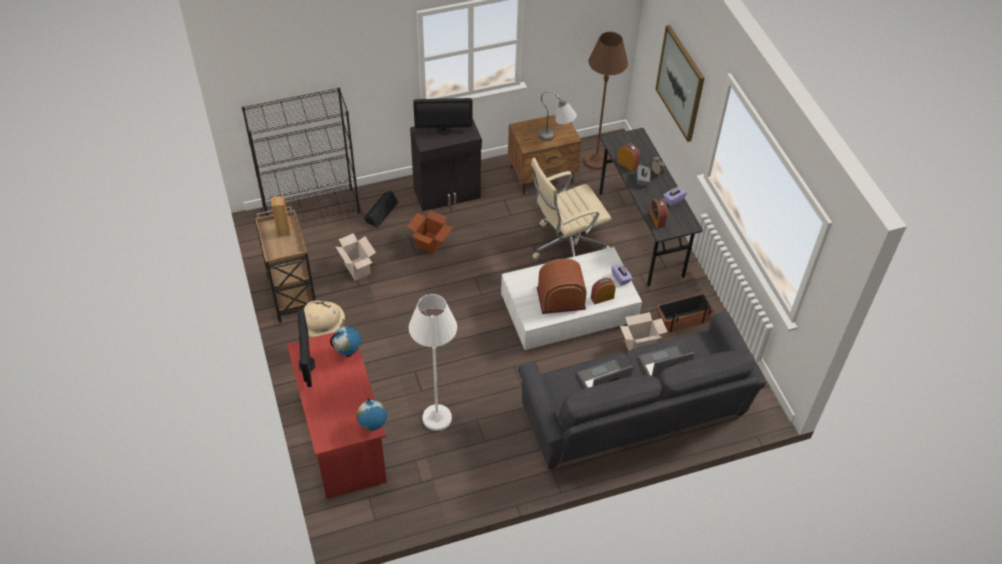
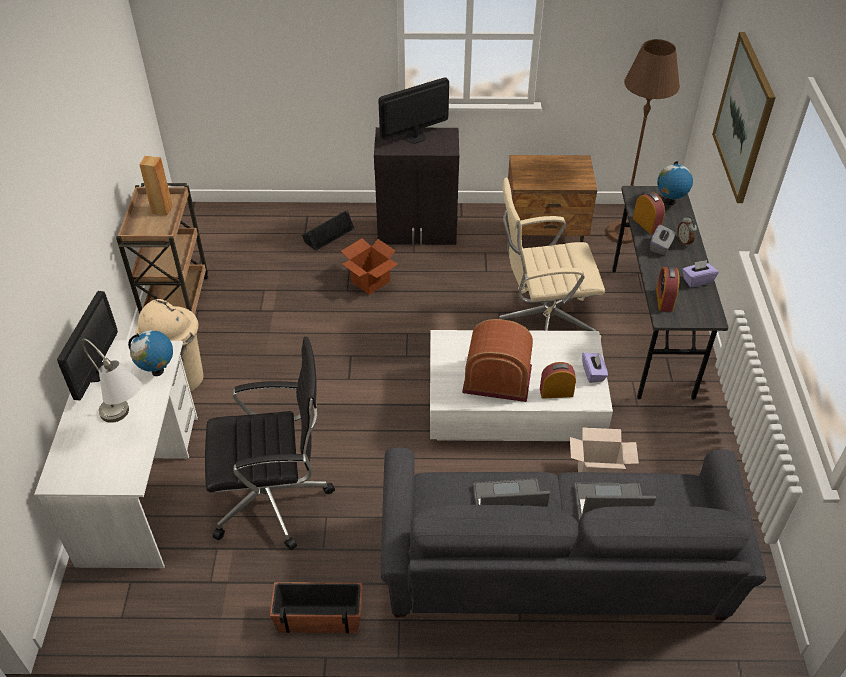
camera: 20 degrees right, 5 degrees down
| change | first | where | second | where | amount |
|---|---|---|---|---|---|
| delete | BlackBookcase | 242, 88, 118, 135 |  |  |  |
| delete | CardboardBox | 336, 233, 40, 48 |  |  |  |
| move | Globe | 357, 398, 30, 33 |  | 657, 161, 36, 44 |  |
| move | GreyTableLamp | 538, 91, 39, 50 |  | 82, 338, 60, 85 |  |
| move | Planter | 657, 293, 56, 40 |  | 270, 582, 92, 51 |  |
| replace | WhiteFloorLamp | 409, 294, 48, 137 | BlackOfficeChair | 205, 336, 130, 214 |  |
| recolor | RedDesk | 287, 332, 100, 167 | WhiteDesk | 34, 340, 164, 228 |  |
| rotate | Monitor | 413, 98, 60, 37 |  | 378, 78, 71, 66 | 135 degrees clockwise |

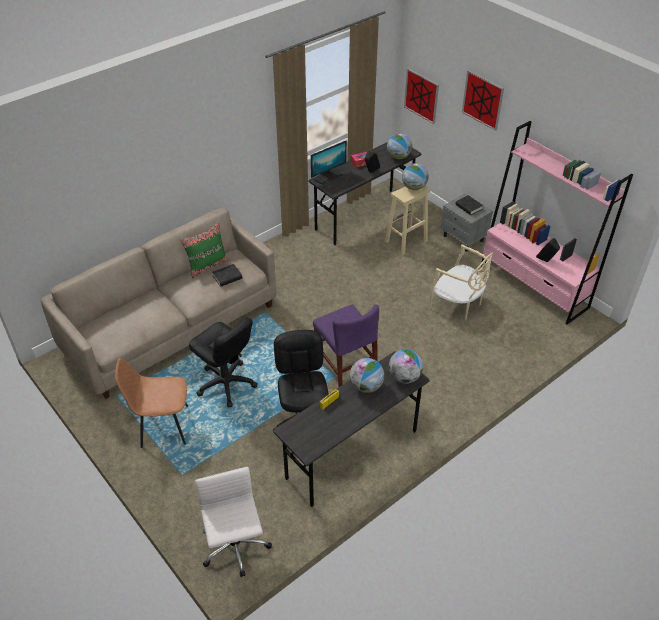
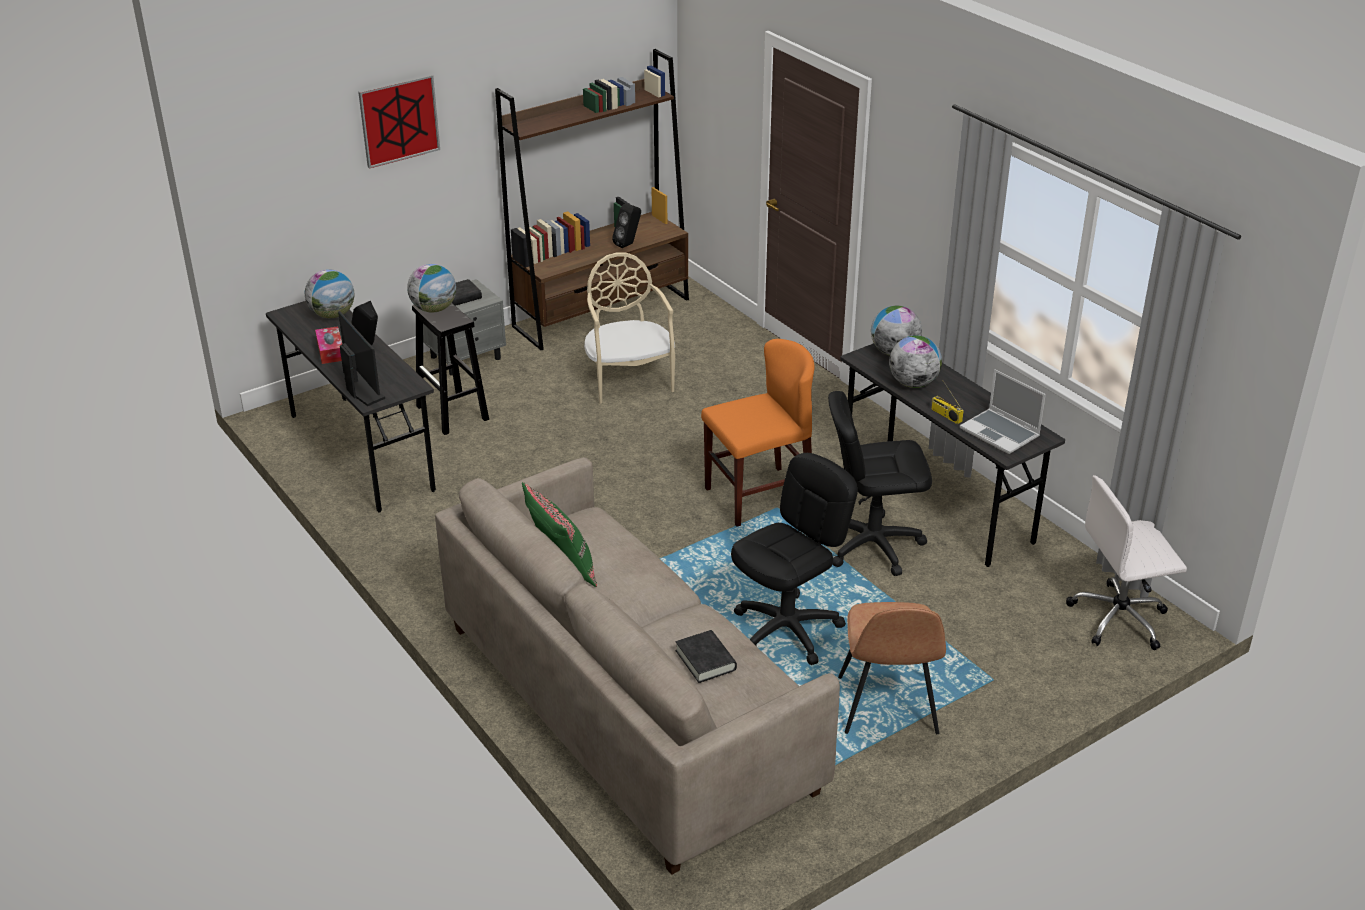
camera: 85 degrees left, 10 degrees down
| change | first | where | second | where | amount |
|---|---|---|---|---|---|
| delete | Picture | 404, 68, 35, 56 |  |  |  |
| insert |  |  | Laptop | 960, 369, 86, 85 |  |
| move | BlackBook | 212, 264, 31, 23 |  | 675, 630, 62, 53 |  |
| recolor | PurpleChair | 313, 304, 66, 83 | OrangeChair | 701, 339, 113, 188 |  |
| recolor | BeigeStool | 385, 186, 45, 69 | BlackStool | 412, 303, 77, 132 |  |
| recolor | PinkBookcase | 481, 121, 152, 204 | BrownBookcase | 495, 49, 194, 301 |  |
| rotate | BeigeChair | 429, 245, 64, 76 |  | 584, 253, 91, 151 | 60 degrees counterclockwise |

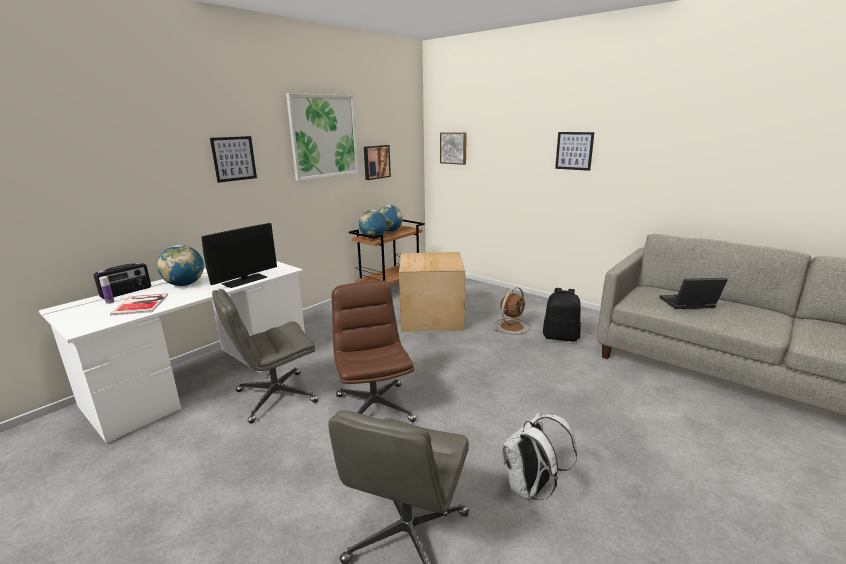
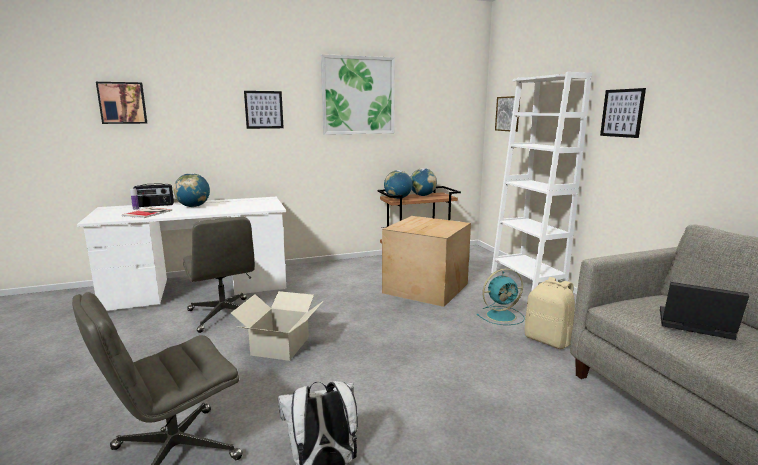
camera: 30 degrees right, 5 degrees down
| change | first | where | second | where | amount |
|---|---|---|---|---|---|
| delete | Monitor | 201, 223, 76, 65 |  |  |  |
| insert |  |  | WhiteBookcase | 491, 72, 101, 219 |  |
| move | Picture | 364, 145, 27, 35 |  | 96, 82, 51, 42 |  |
| replace | BrownOfficeChair | 332, 280, 84, 142 | CardboardBox | 231, 291, 92, 70 |  |
| recolor | BrownFan | 495, 287, 36, 48 | TurquoiseFan | 477, 268, 48, 57 |  |
| recolor | BlackBackpack | 543, 288, 38, 54 | BeigeBackpack | 525, 277, 50, 72 |  |
| rotate | GreyOfficeChair | 212, 289, 106, 135 |  | 183, 217, 72, 116 | 120 degrees counterclockwise |

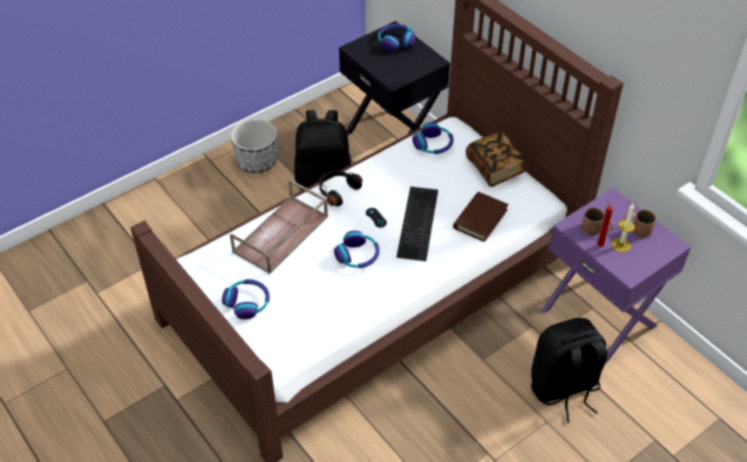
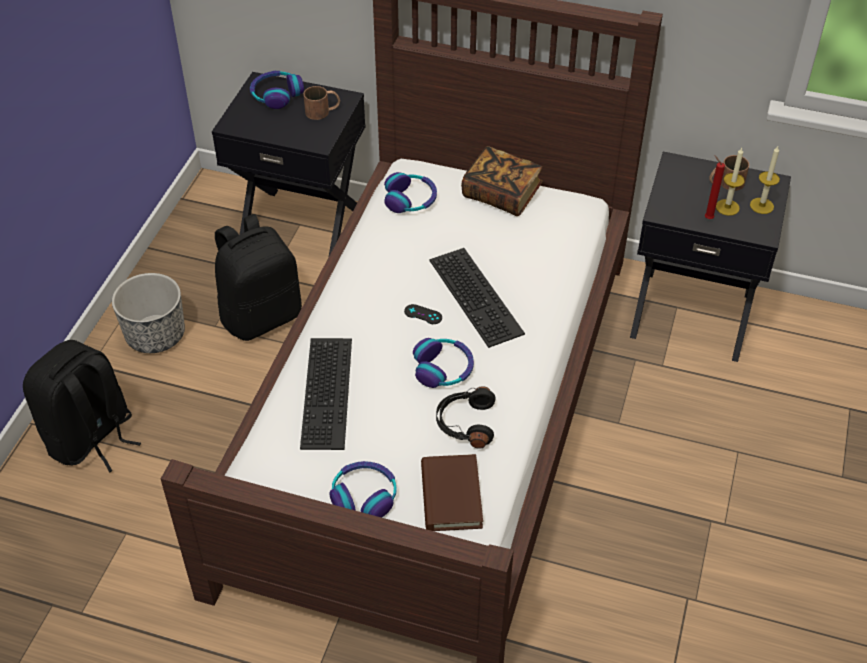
camera: 35 degrees left, 0 degrees up
| change | first | where | second | where | amount |
|---|---|---|---|---|---|
| insert |  |  | Candle | 750, 146, 30, 68 |  |
| move | BlackHeadphones | 319, 171, 44, 36 |  | 436, 386, 60, 63 |  |
| move | BrownBook | 453, 192, 55, 50 |  | 421, 454, 62, 77 |  |
| move | BlackBackpack | 531, 318, 76, 105 |  | 23, 340, 118, 132 |  |
| move | BrownMug | 581, 207, 32, 29 |  | 303, 86, 37, 34 |  |
| replace | BrownTray | 230, 180, 98, 94 | Keyboard | 300, 338, 52, 112 |  |
| recolor | PurpleNightstand | 541, 188, 150, 175 | BlackNightstand | 630, 152, 161, 210 |  |

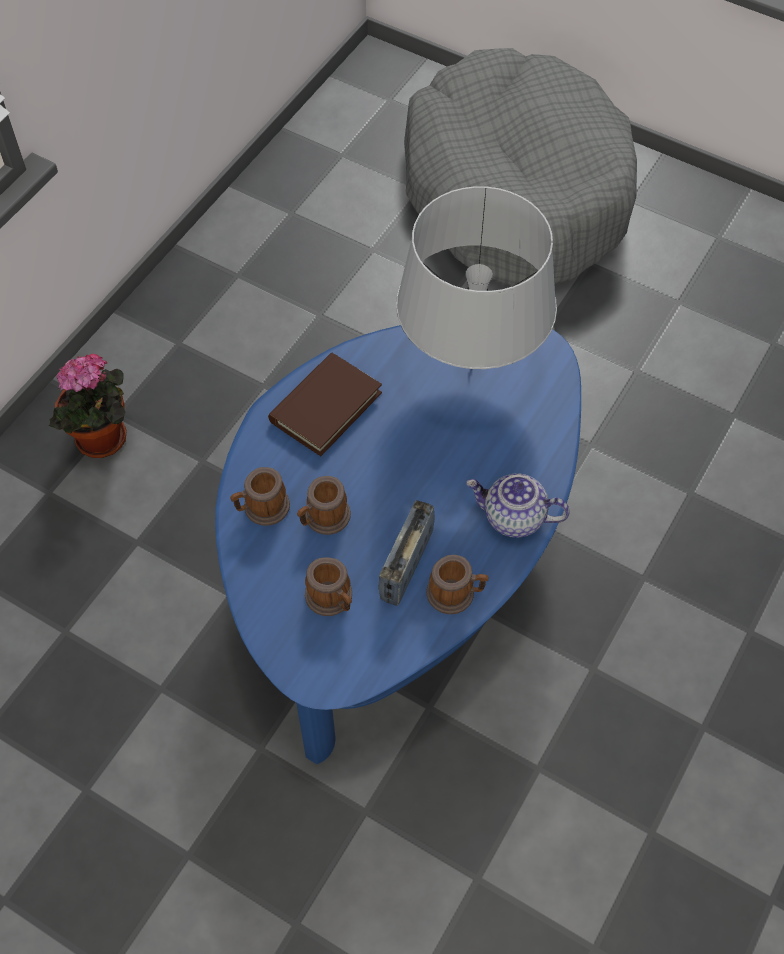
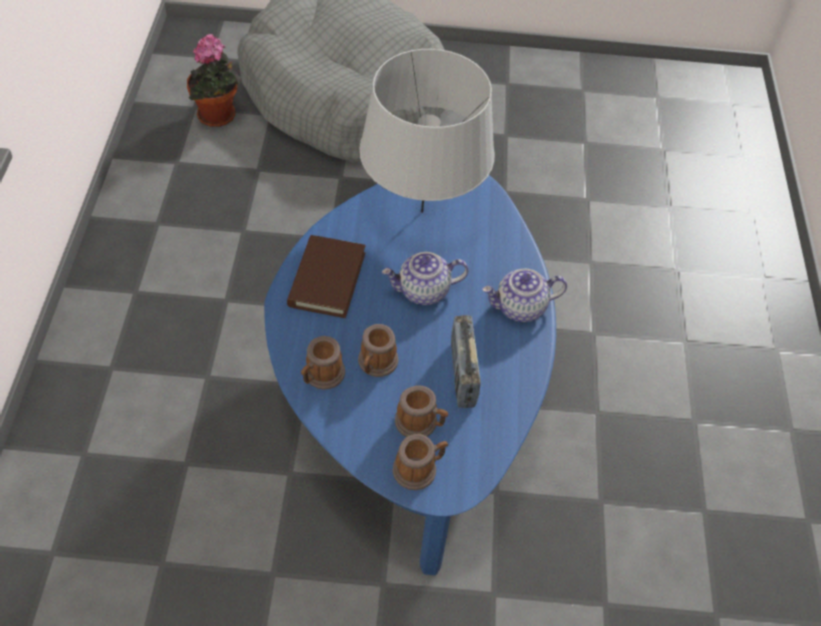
camera: 30 degrees left, 5 degrees down
| change | first | where | second | where | amount |
|---|---|---|---|---|---|
| insert |  |  | Teapot | 382, 252, 87, 53 |  |
| move | PottedPlant | 48, 354, 79, 104 |  | 187, 34, 55, 93 |  |
| move | Mug | 427, 555, 61, 59 |  | 393, 434, 55, 56 |  |

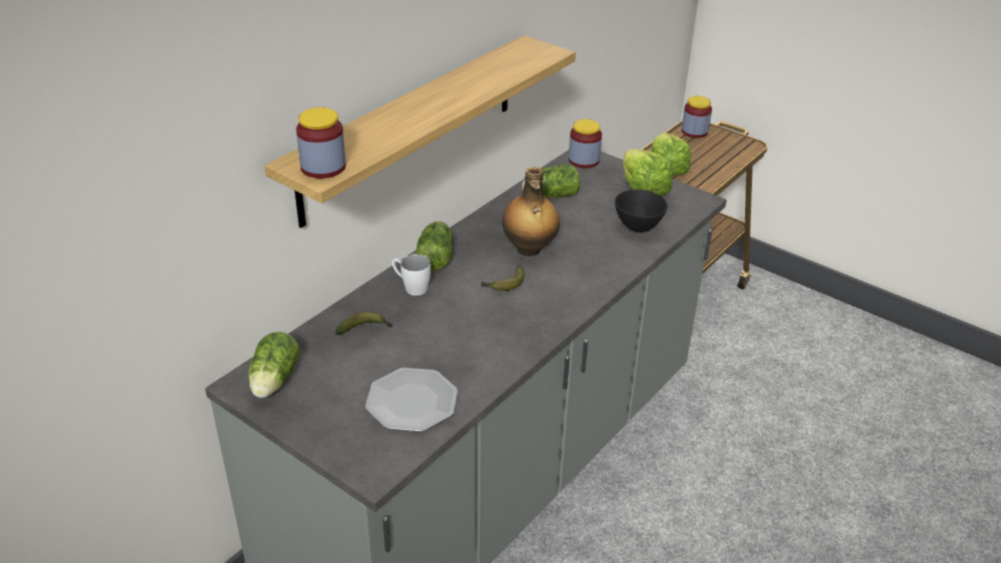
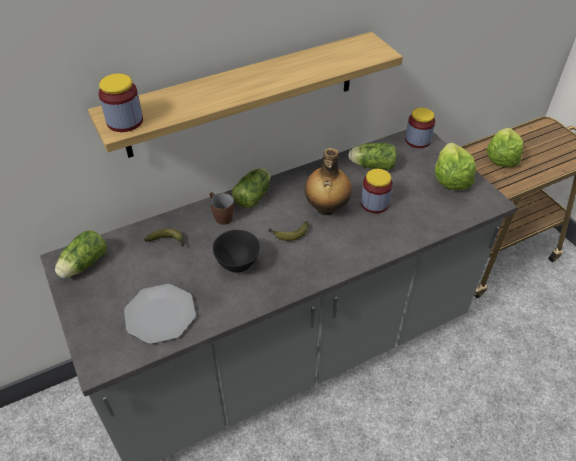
camera: 25 degrees right, 10 degrees up
| change | first | where | second | where | amount |
|---|---|---|---|---|---|
| move | BlackBowl | 615, 189, 52, 43 |  | 213, 230, 47, 43 |  |
| move | Jar | 681, 96, 31, 42 |  | 361, 169, 32, 44 |  |
| recolor | WhiteMug | 392, 254, 39, 42 | BrownMug | 210, 192, 24, 33 |  |

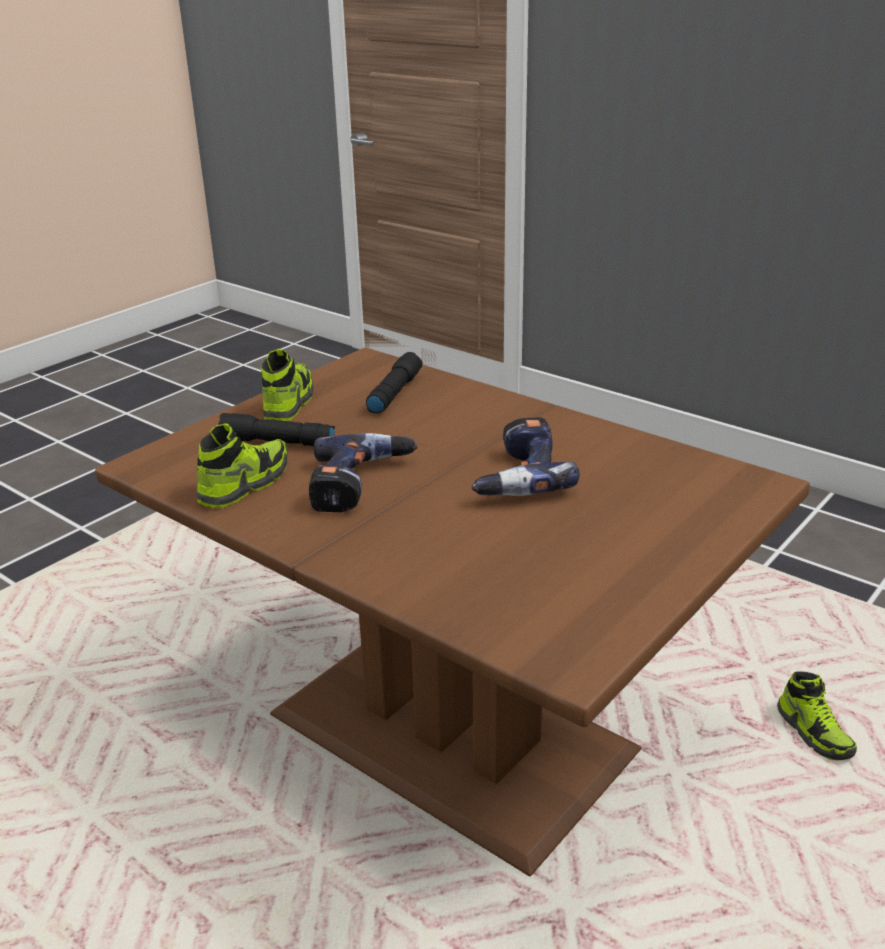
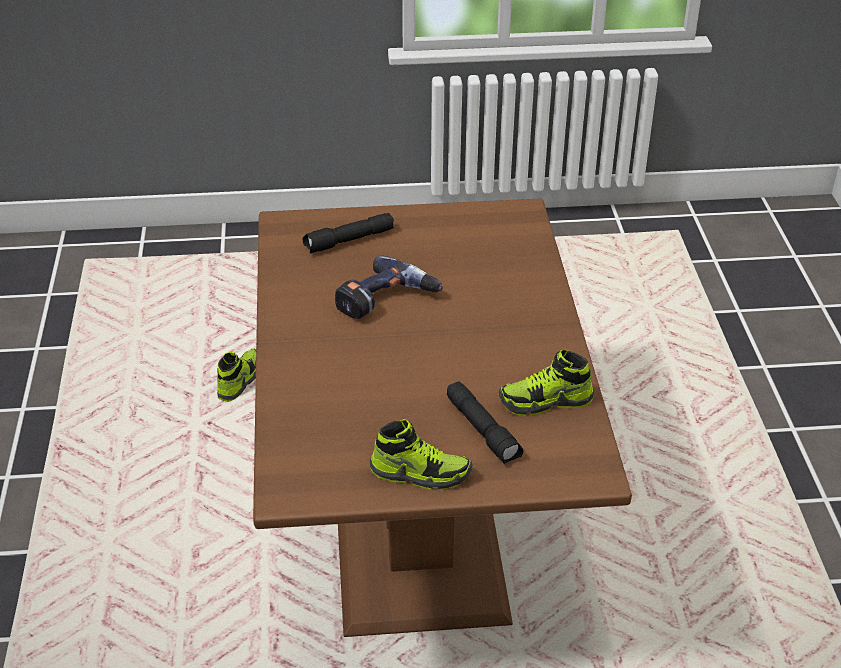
camera: 135 degrees left, 10 degrees up
| change | first | where | second | where | amount |
|---|---|---|---|---|---|
| delete | PowerDrill | 309, 433, 108, 79 |  |  |  |
| move | BlackFlashlight | 366, 352, 57, 61 |  | 303, 213, 91, 40 |  |
| rotate | Shoe | 261, 349, 52, 72 |  | 370, 419, 102, 71 | 135 degrees counterclockwise |

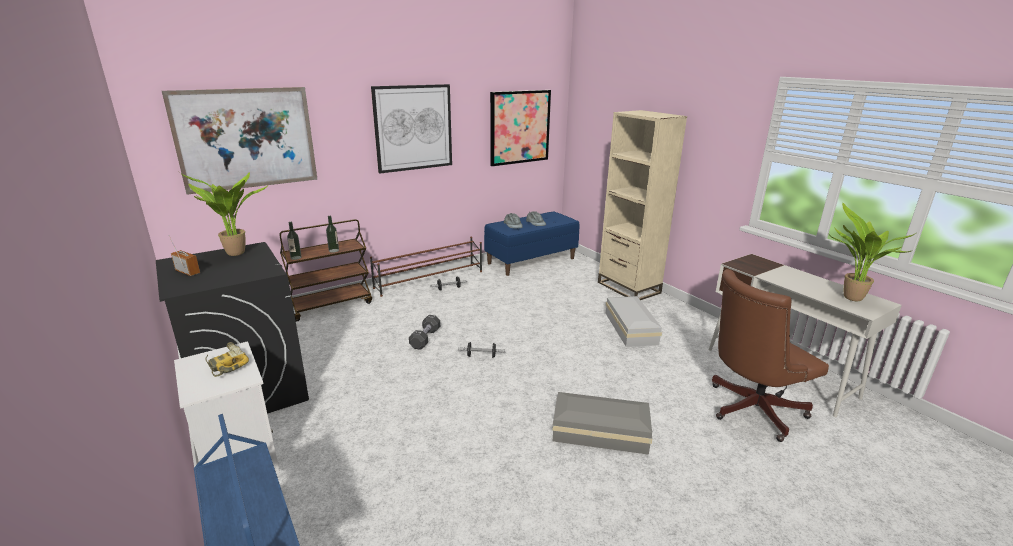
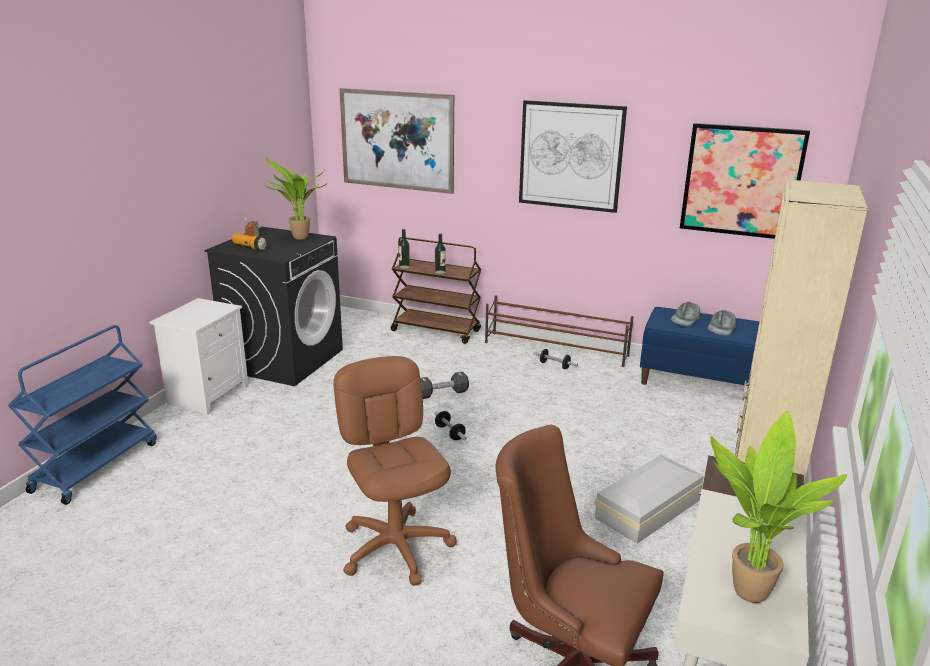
camera: 55 degrees right, 0 degrees up
| change | first | where | second | where | amount |
|---|---|---|---|---|---|
| delete | PowerDrill | 206, 342, 43, 35 |  |  |  |
| insert |  |  | Flashlight | 232, 233, 35, 18 |  |
| replace | GreyStorageBox | 552, 392, 100, 63 | BrownOfficeChair | 333, 356, 124, 230 |  |

